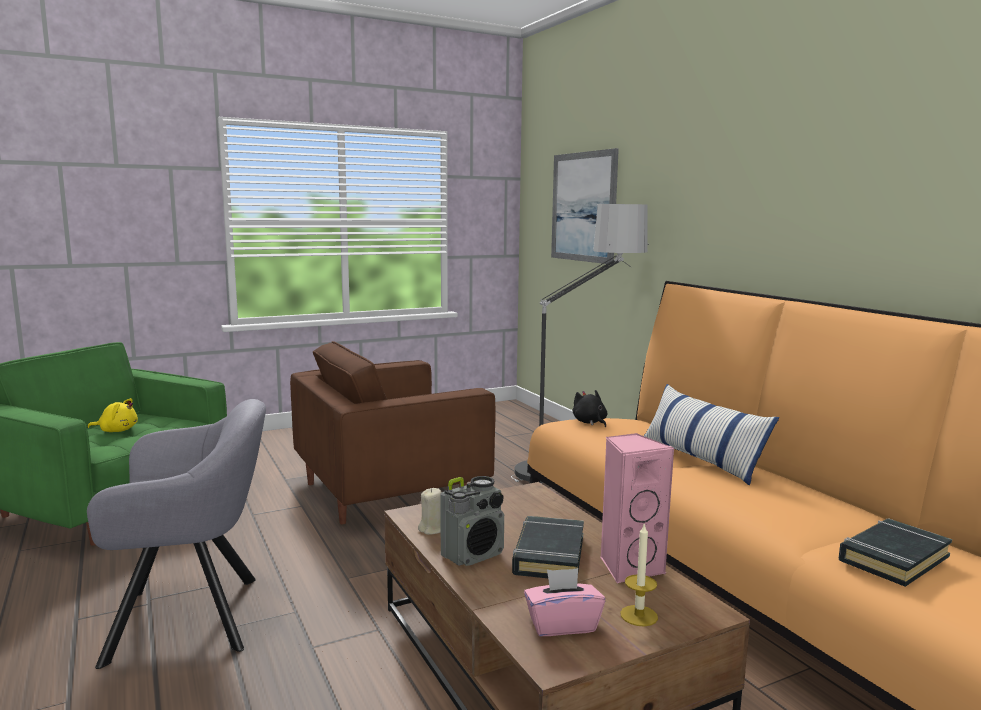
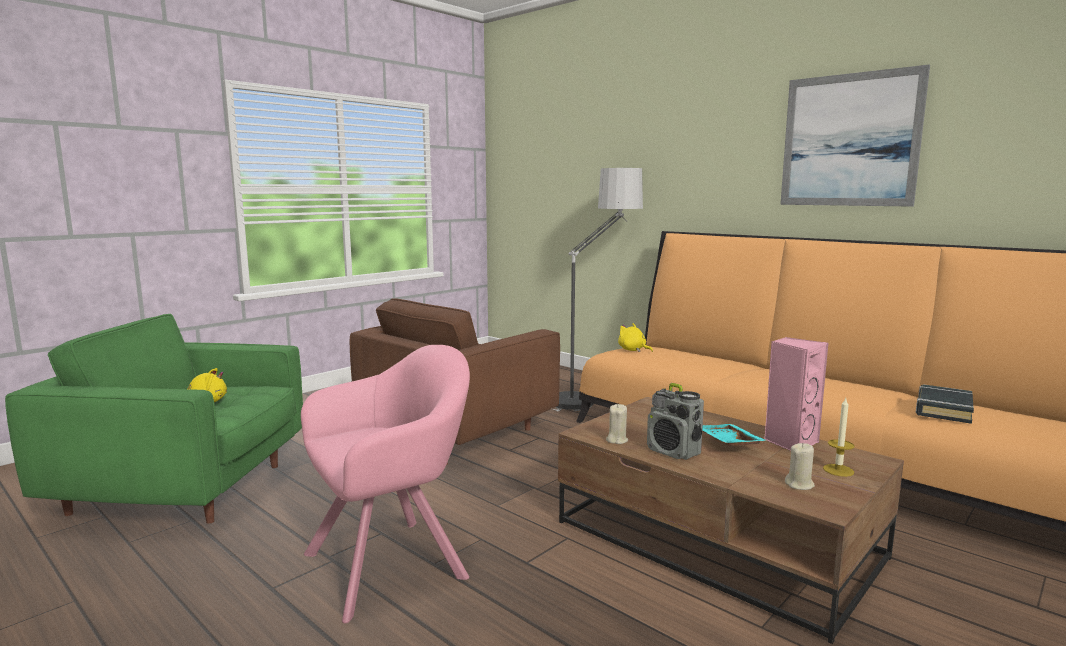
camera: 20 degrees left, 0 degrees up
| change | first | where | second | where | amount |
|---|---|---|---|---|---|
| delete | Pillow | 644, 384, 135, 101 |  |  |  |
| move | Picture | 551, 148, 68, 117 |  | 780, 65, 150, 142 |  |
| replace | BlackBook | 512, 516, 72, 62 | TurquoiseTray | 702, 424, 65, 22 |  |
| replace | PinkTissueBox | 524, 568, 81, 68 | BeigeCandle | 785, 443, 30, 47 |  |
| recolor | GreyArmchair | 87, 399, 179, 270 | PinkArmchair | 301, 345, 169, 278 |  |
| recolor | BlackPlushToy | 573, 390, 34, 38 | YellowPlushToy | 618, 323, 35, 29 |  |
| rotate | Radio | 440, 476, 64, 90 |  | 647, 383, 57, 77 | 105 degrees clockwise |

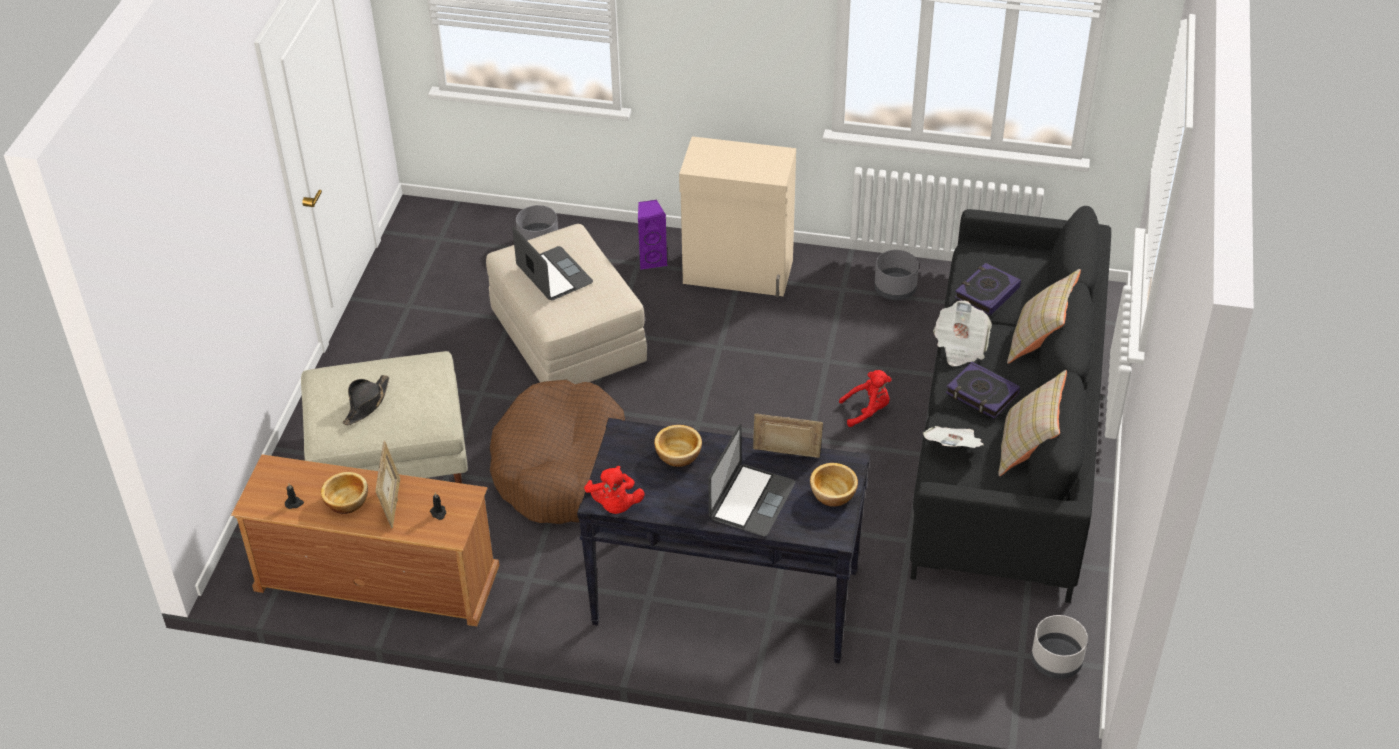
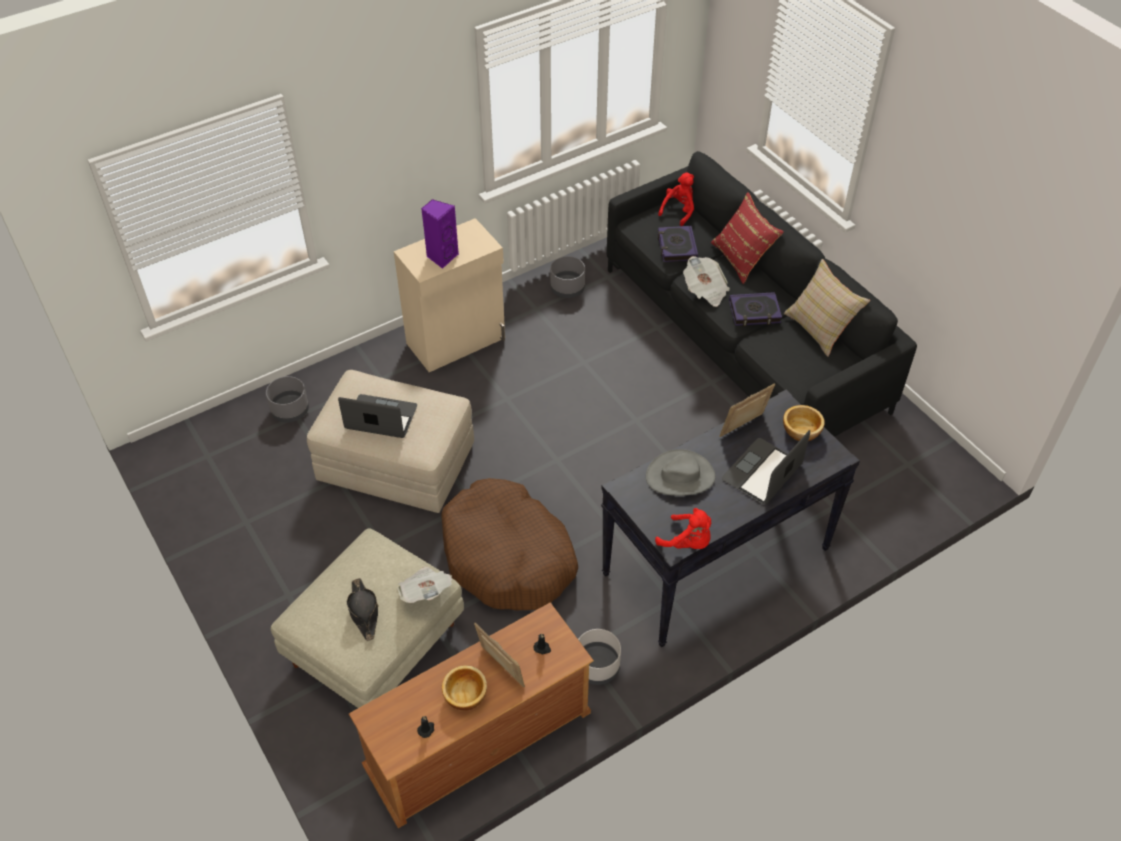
camera: 45 degrees left, 5 degrees up
| change | first | where | second | where | amount |
|---|---|---|---|---|---|
| move | PurpleSpeaker | 638, 200, 30, 70 |  | 421, 199, 38, 70 |  |
| move | RedPlushToy | 839, 370, 52, 57 |  | 658, 173, 36, 53 |  |
| move | Newspaper | 922, 426, 62, 22 |  | 398, 566, 54, 37 |  |
| move | GreyPlanter | 1031, 615, 57, 64 |  | 578, 629, 43, 56 |  |
| replace | Bowl | 654, 425, 48, 42 | GreyHat | 646, 449, 69, 47 |  |
| recolor | BeigePillow | 1007, 269, 74, 95 | RedPillow | 711, 192, 73, 92 |  |
| rotate | Laptop | 708, 424, 87, 112 |  | 722, 430, 88, 74 | 120 degrees counterclockwise |

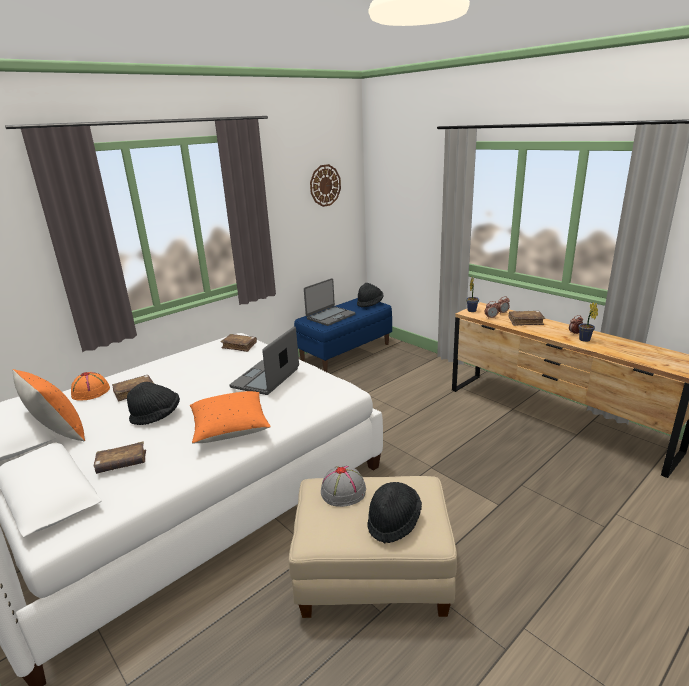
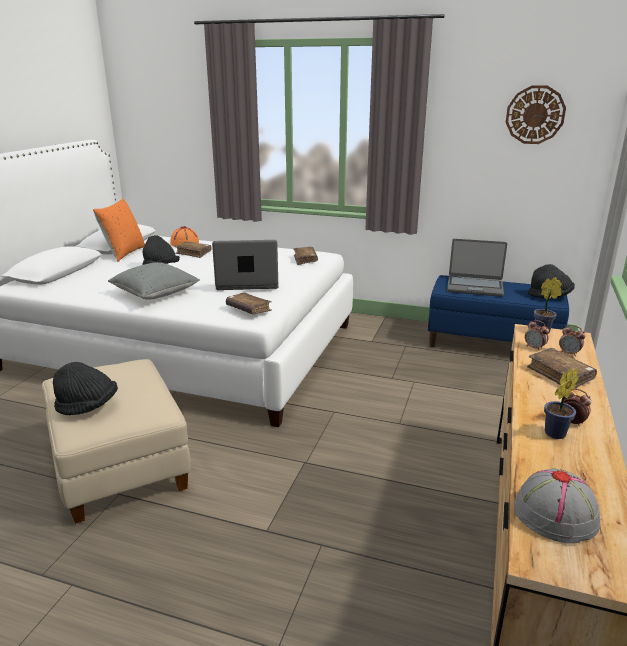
camera: 60 degrees right, 0 degrees up
| change | first | where | second | where | amount |
|---|---|---|---|---|---|
| move | BrownBook | 94, 441, 52, 33 |  | 226, 292, 46, 23 |  |
| move | GreyHat | 321, 465, 45, 42 |  | 514, 468, 87, 76 |  |
| recolor | OrangePillow | 190, 391, 81, 53 | GreyPillow | 108, 262, 92, 38 |  |

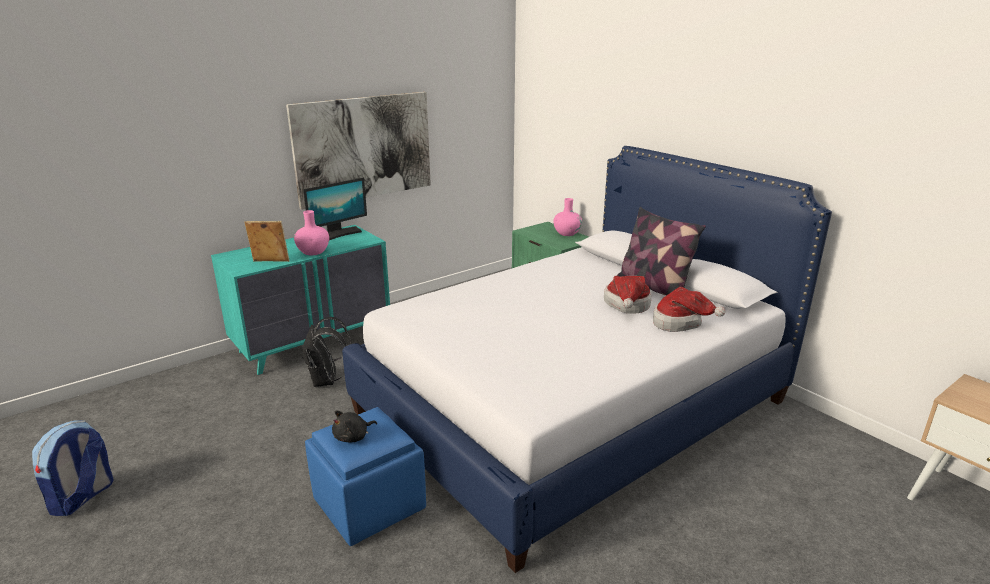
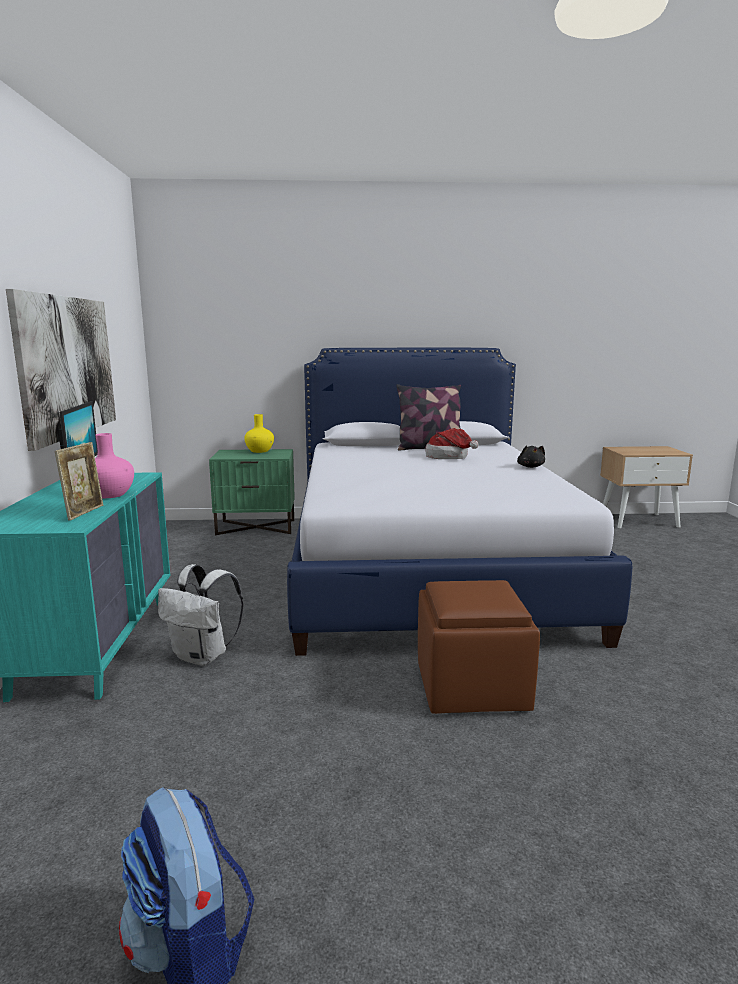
camera: 55 degrees left, 10 degrees down
| change | first | where | second | where | amount |
|---|---|---|---|---|---|
| delete | Hat | 653, 287, 72, 45 |  |  |  |
| move | BlackPlushToy | 332, 411, 45, 31 |  | 517, 445, 28, 23 |  |
| recolor | BlackBackpack | 302, 317, 49, 70 | WhiteBackpack | 158, 564, 85, 102 |  |
| recolor | BlueOttoman | 305, 407, 121, 139 | BrownOttoman | 418, 580, 122, 134 |  |
| recolor | PinkVase | 553, 198, 29, 38 | YellowVase | 244, 414, 30, 39 |  |
| rotate | PictureFrame | 244, 221, 45, 41 |  | 55, 442, 48, 79 | 150 degrees clockwise |

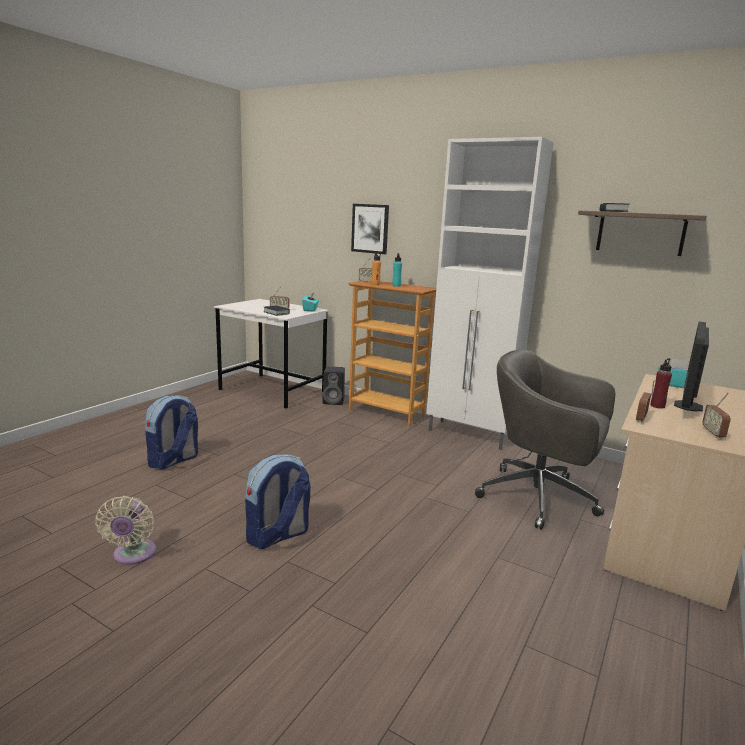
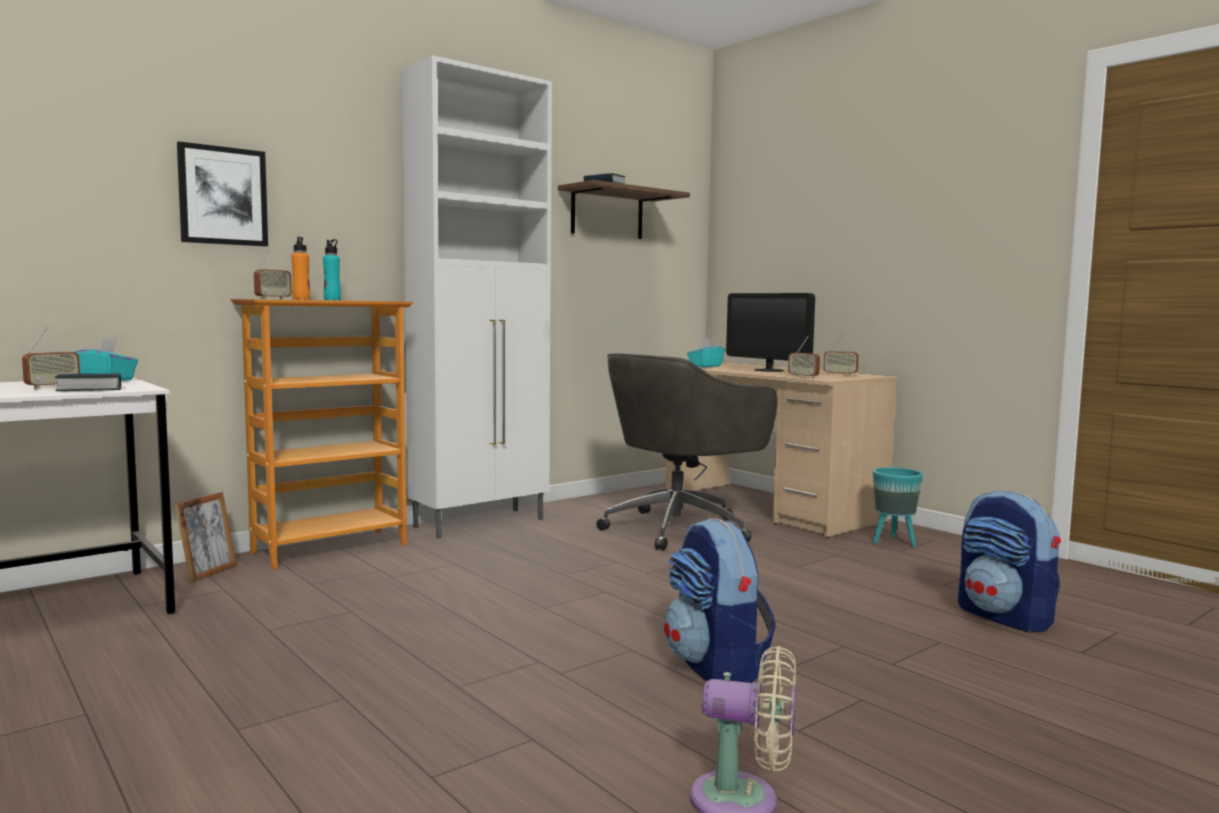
camera: 70 degrees left, 10 degrees down
| change | first | where | second | where | amount |
|---|---|---|---|---|---|
| delete | RedBottle | 650, 358, 22, 51 |  |  |  |
| insert |  |  | TurquoisePlanter | 873, 467, 50, 80 |  |
| move | Backpack | 145, 395, 53, 75 |  | 958, 490, 103, 142 |  |
| replace | BlackSpeaker | 322, 366, 23, 39 | PictureFrame | 175, 492, 62, 91 |  |

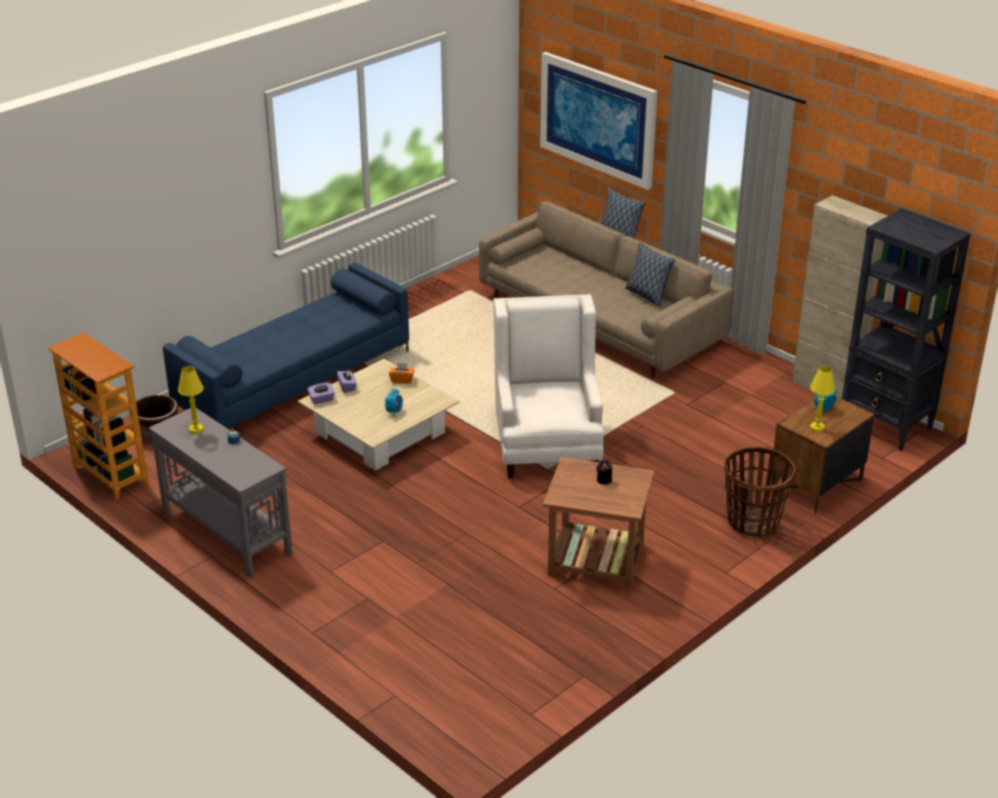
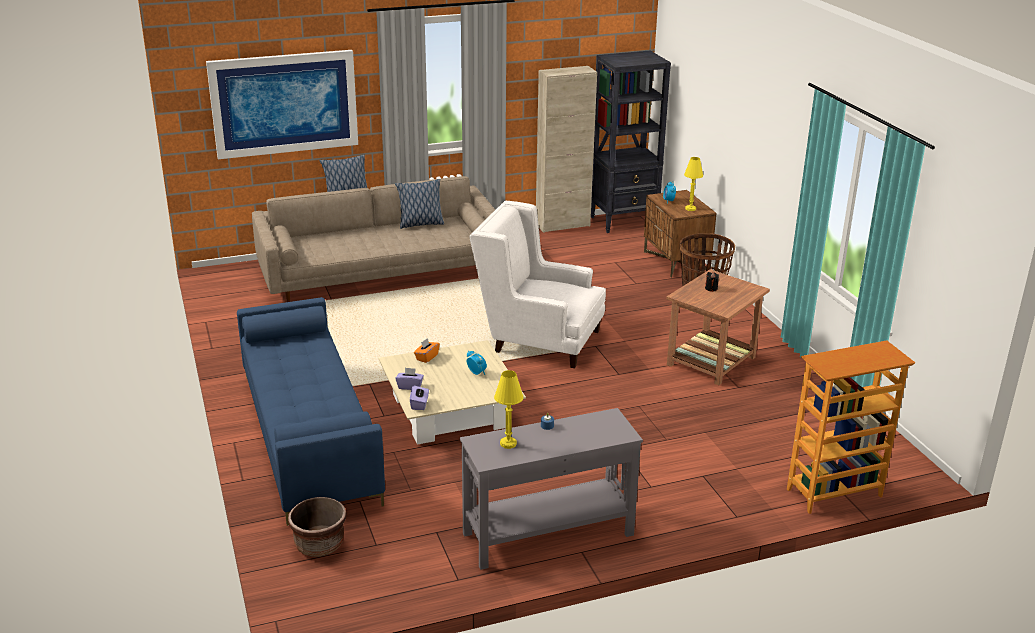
camera: 65 degrees left, 5 degrees down
| change | first | where | second | where | amount |
|---|---|---|---|---|---|
| move | Bookcase | 48, 332, 101, 169 |  | 787, 341, 129, 173 |  |

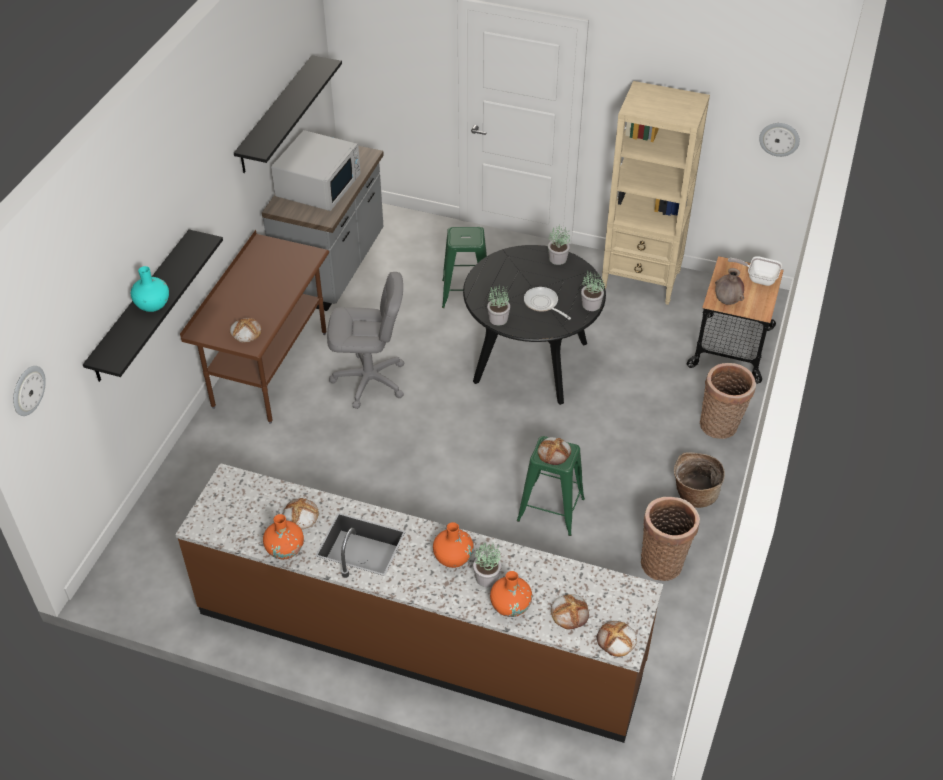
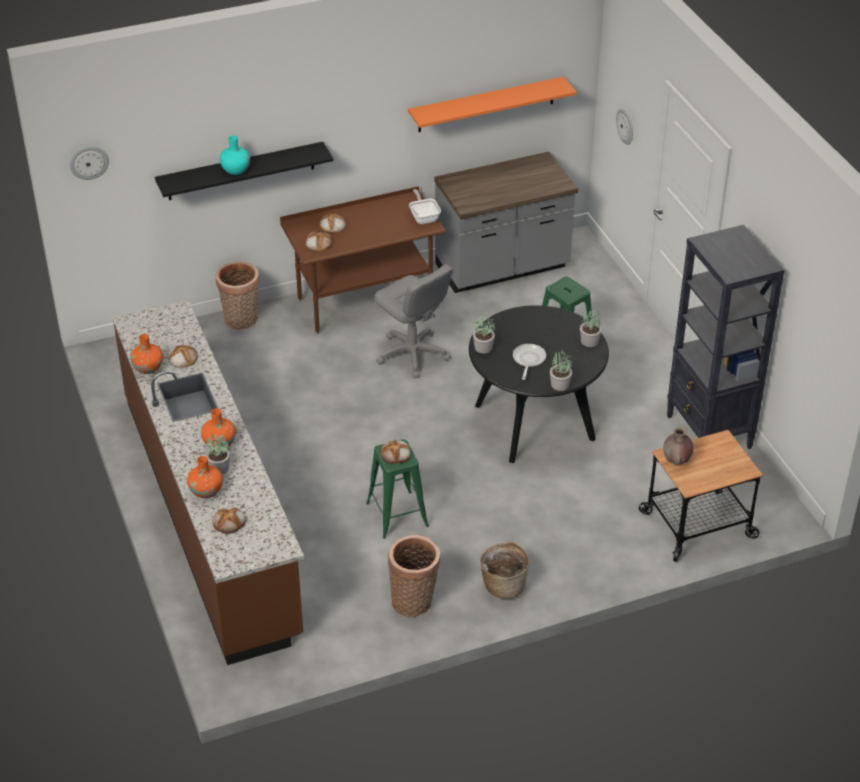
camera: 50 degrees right, 5 degrees down
| change | first | where | second | where | amount |
|---|---|---|---|---|---|
| delete | WhiteMicrowave | 271, 130, 90, 81 |  |  |  |
| move | Bread | 597, 621, 40, 36 |  | 320, 213, 26, 20 |  |
| move | Basket | 700, 363, 56, 76 |  | 216, 261, 43, 69 |  |
| move | FryingPan | 728, 256, 54, 30 |  | 409, 189, 32, 35 |  |
| move | WallClock | 759, 123, 41, 34 |  | 616, 109, 17, 36 |  |
| recolor | BlackShelf | 234, 55, 108, 118 | OrangeShelf | 408, 77, 169, 55 |  |
| recolor | BeigeBookcase | 602, 81, 108, 224 | BlackBookcase | 667, 225, 118, 224 |  |

